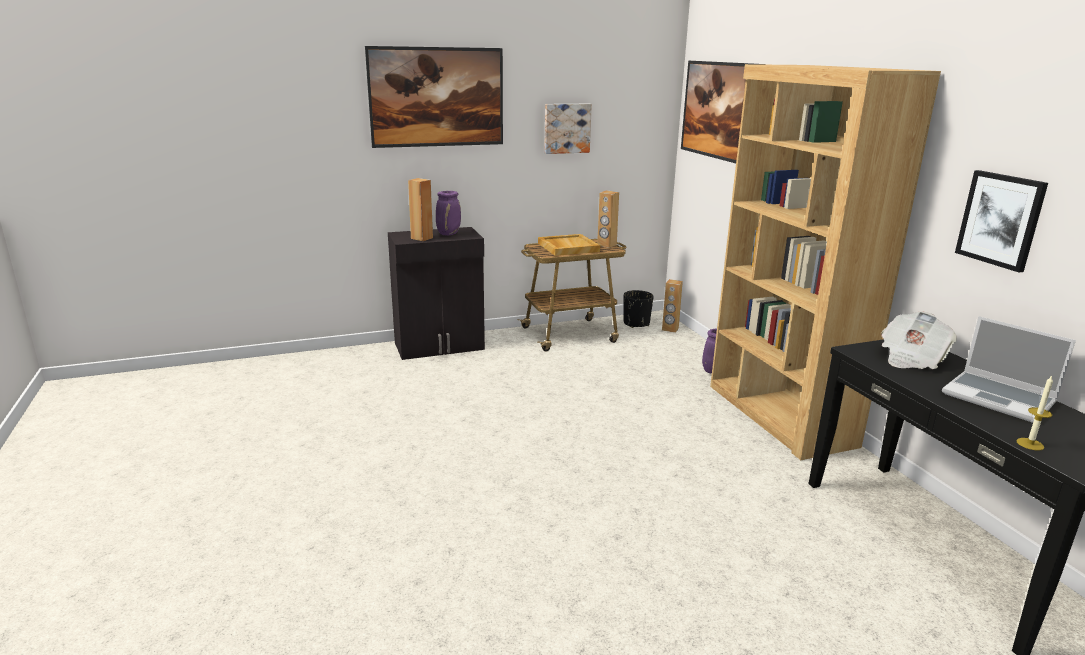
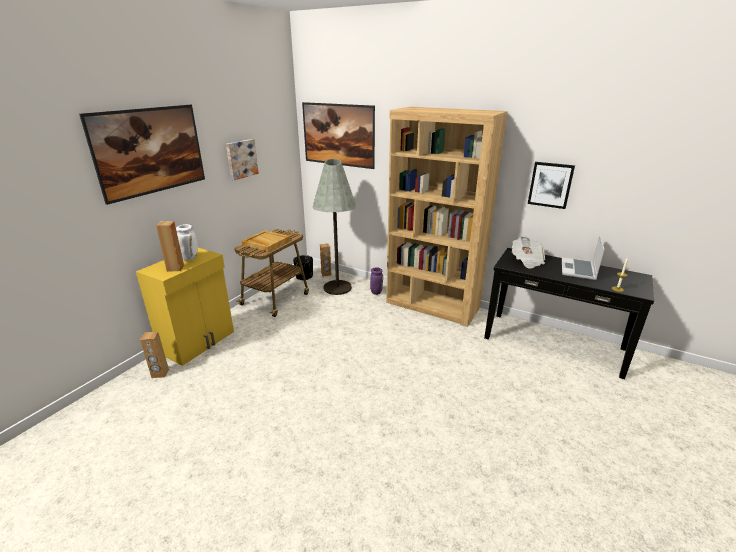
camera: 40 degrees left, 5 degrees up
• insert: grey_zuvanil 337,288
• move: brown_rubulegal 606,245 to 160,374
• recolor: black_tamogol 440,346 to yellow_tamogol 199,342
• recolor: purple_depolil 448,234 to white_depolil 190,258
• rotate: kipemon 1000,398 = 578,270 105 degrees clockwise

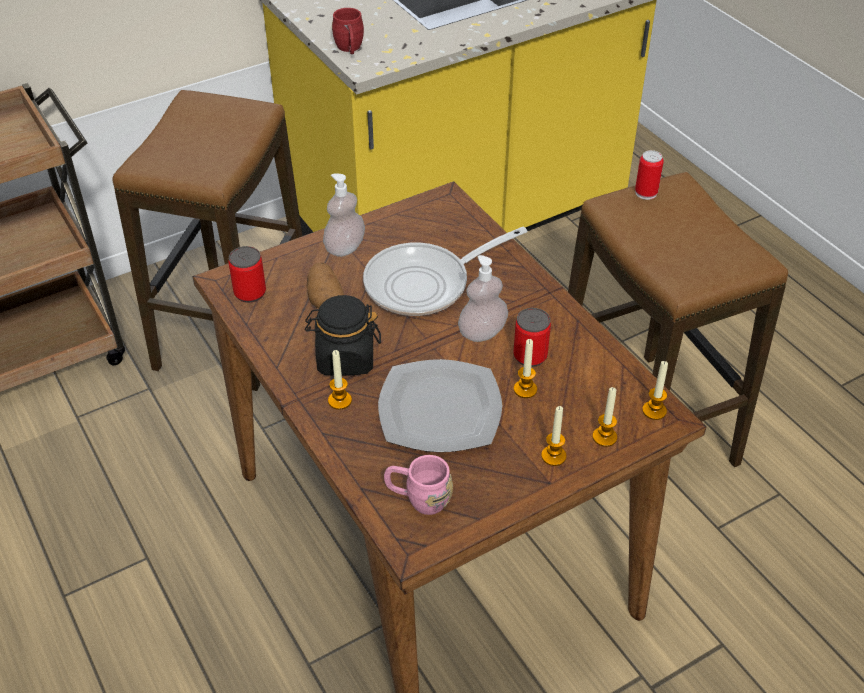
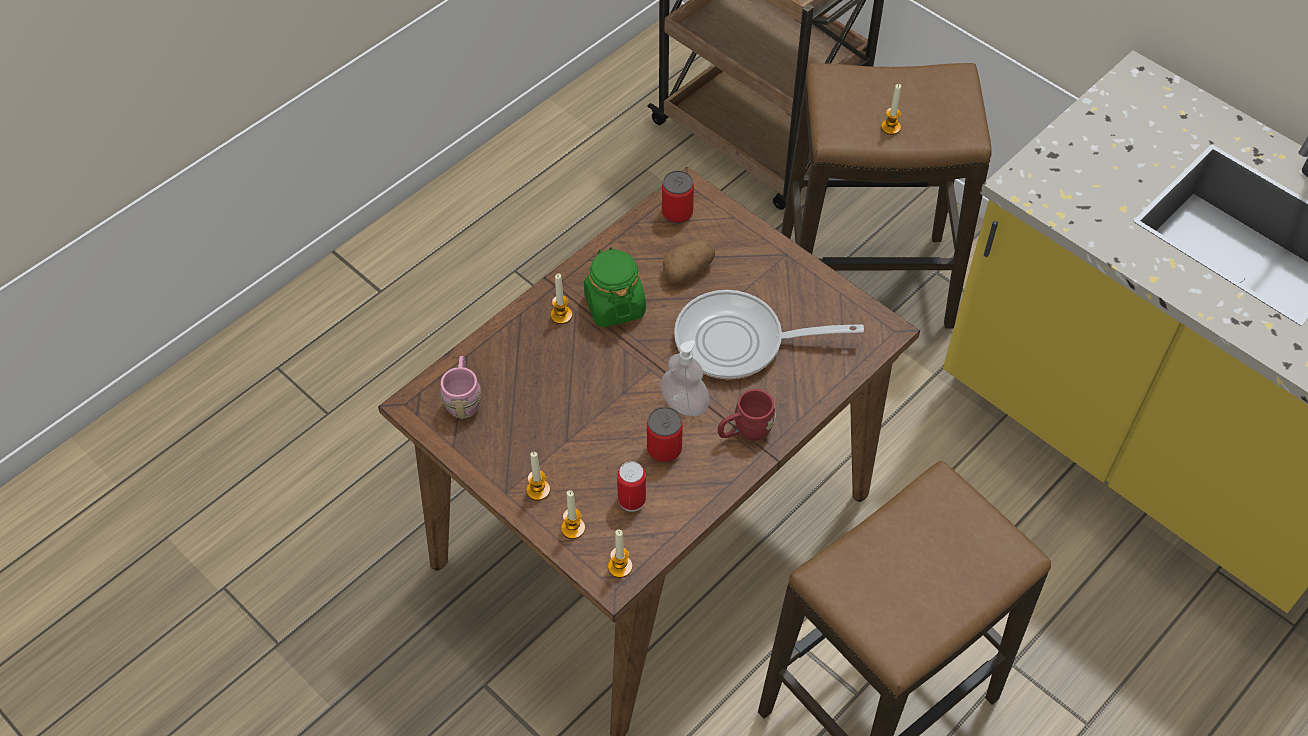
camera: 75 degrees right, 10 degrees up
• delete: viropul 345,248
• delete: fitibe 439,410
• move: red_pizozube 349,49 to 745,431
• move: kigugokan 525,389 to 890,127
• move: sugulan 646,193 to 632,500
• recolor: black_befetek 345,358 to green_befetek 614,305
• rotate: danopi 425,284 = 739,342 45 degrees counterclockwise

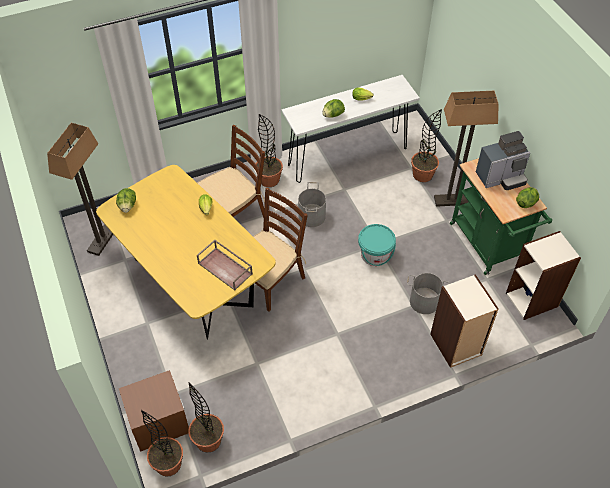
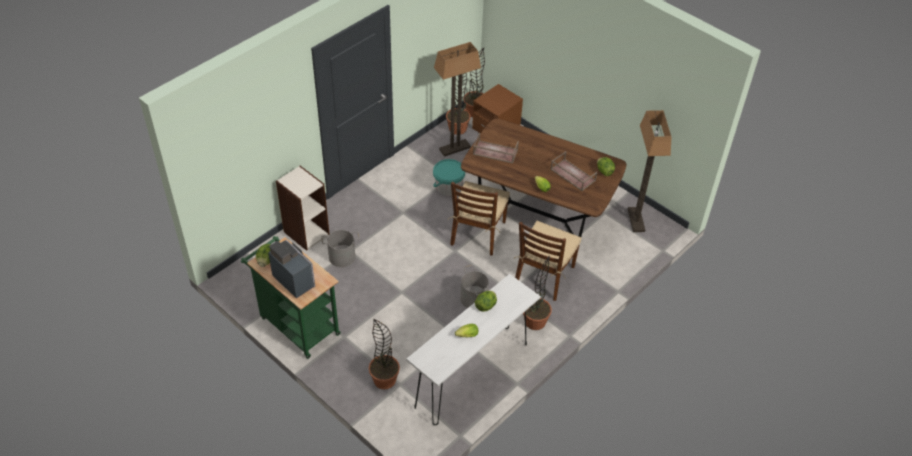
camera: 155 degrees right, 5 degrees down
• delete: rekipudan 532,300
• insert: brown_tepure 572,175
• move: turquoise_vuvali 375,255 to 448,187
• move: zuvanil 451,201 to 455,148
• recolor: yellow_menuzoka 193,283 to brown_menuzoka 537,213
• rotate: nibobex 501,177 = 294,279 90 degrees clockwise

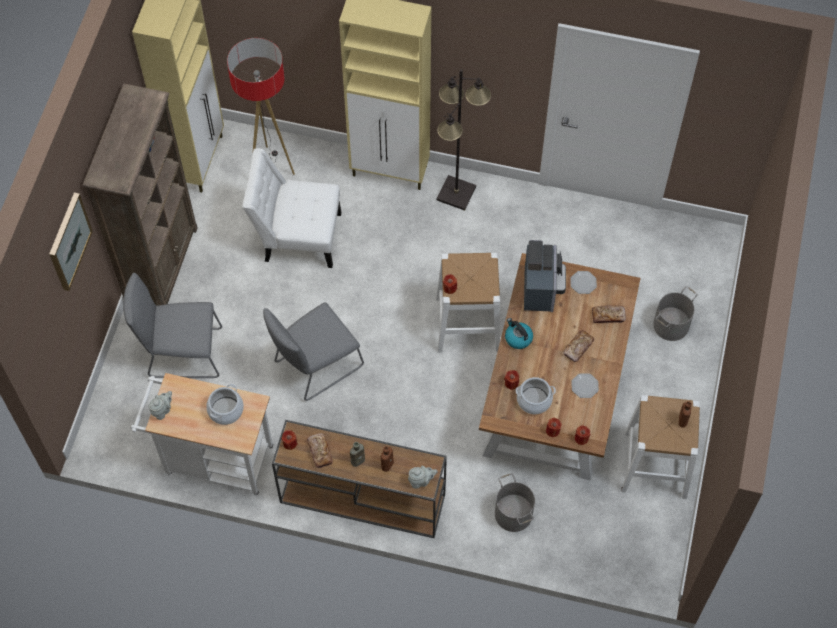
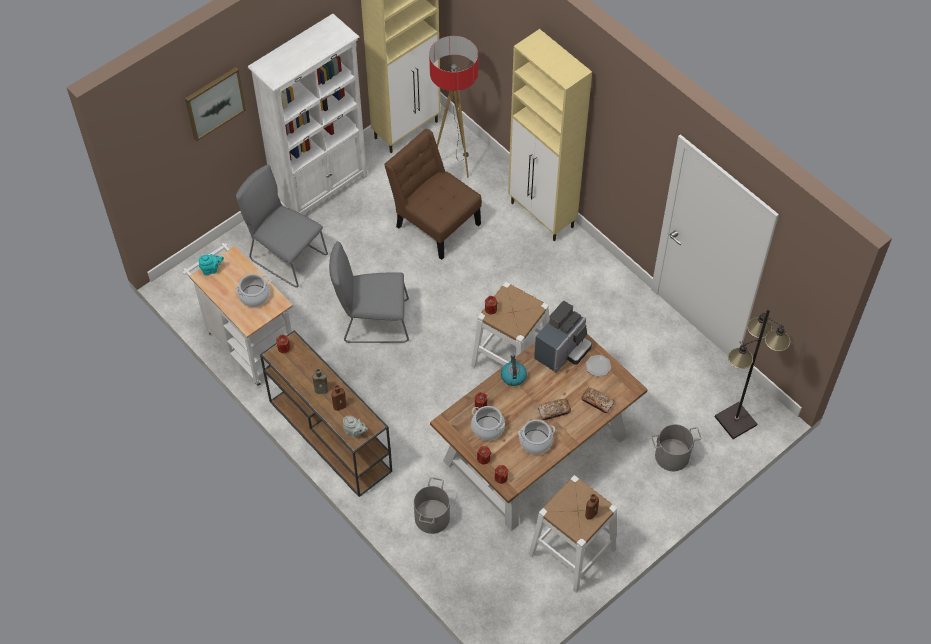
camera: 35 degrees right, 5 degrees down
• delete: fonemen 320,452
• move: black_zuvanil 456,194 to 735,421
• replace: fitibe 584,386 to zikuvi 535,441
• recolor: brown_rekipudan 163,266 to white_rekipudan 321,189
• recolor: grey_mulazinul 162,410 to turquoise_mulazinul 211,269
• recolor: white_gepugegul 297,236 to brown_gepugegul 435,222

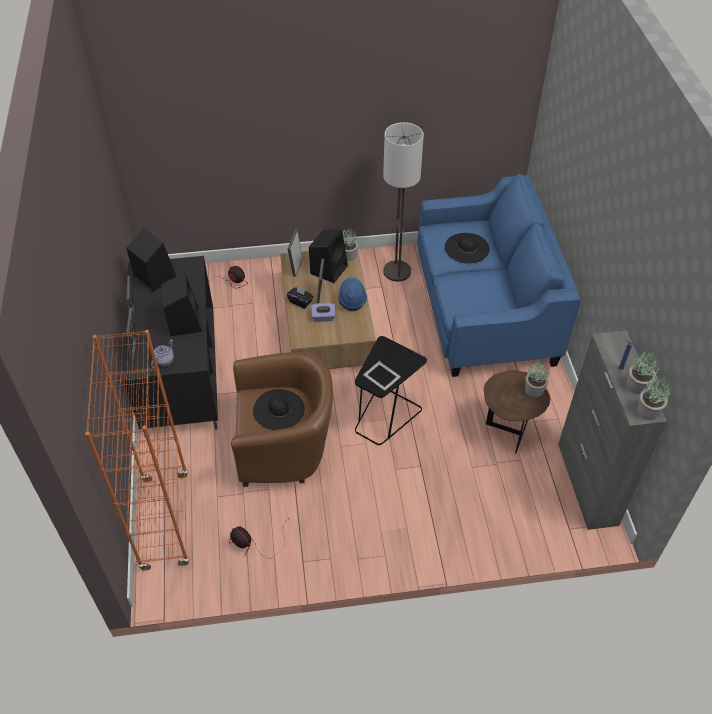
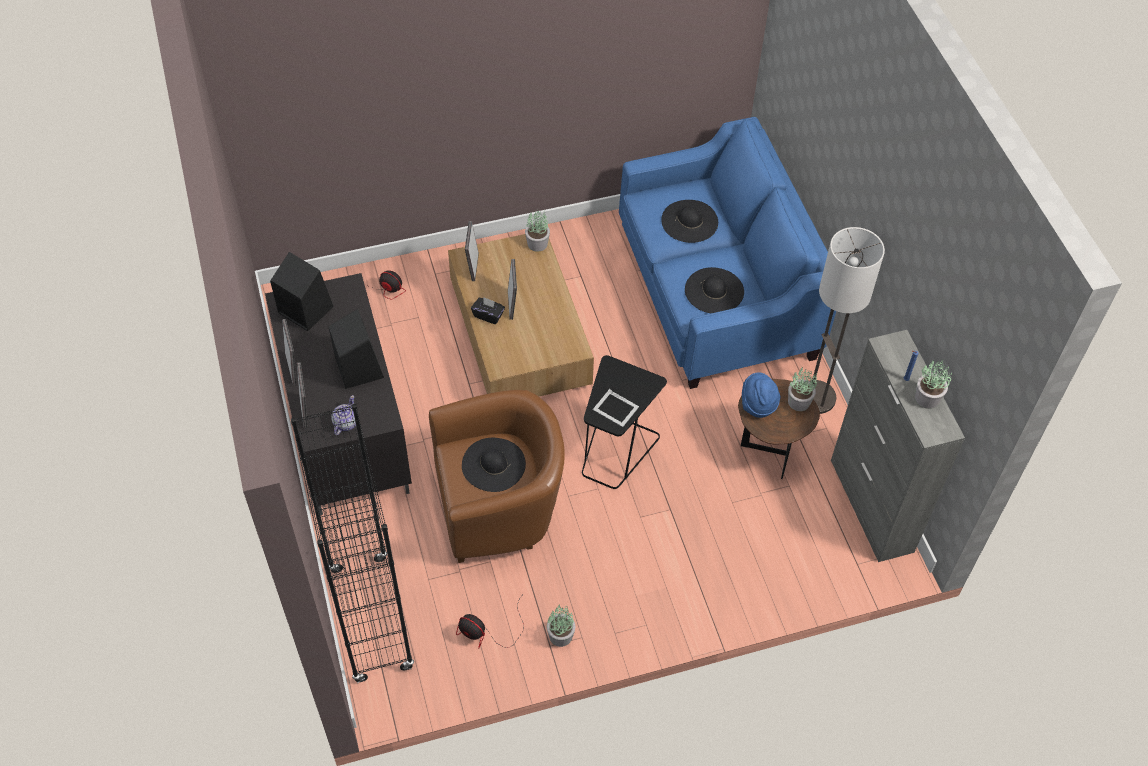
camera: 10 degrees left, 5 degrees up
• delete: black_rubulegal 329,269
• delete: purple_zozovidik 323,317
• insert: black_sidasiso 714,291
• move: blue_sidasiso 352,303 to 758,404
• move: zuvanil 397,271 to 816,398
• move: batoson 648,410 to 560,635
• recolor: orange_rekipudan 165,521 to black_rekipudan 371,618

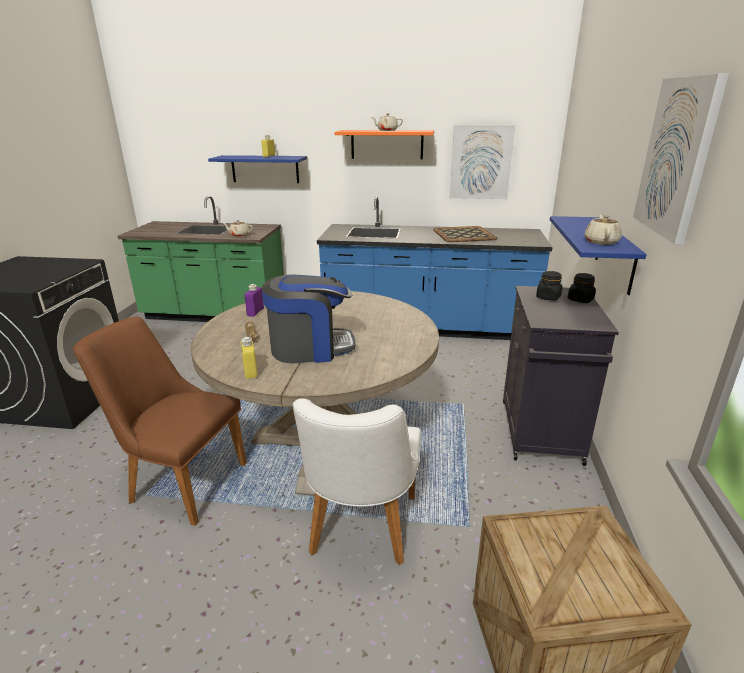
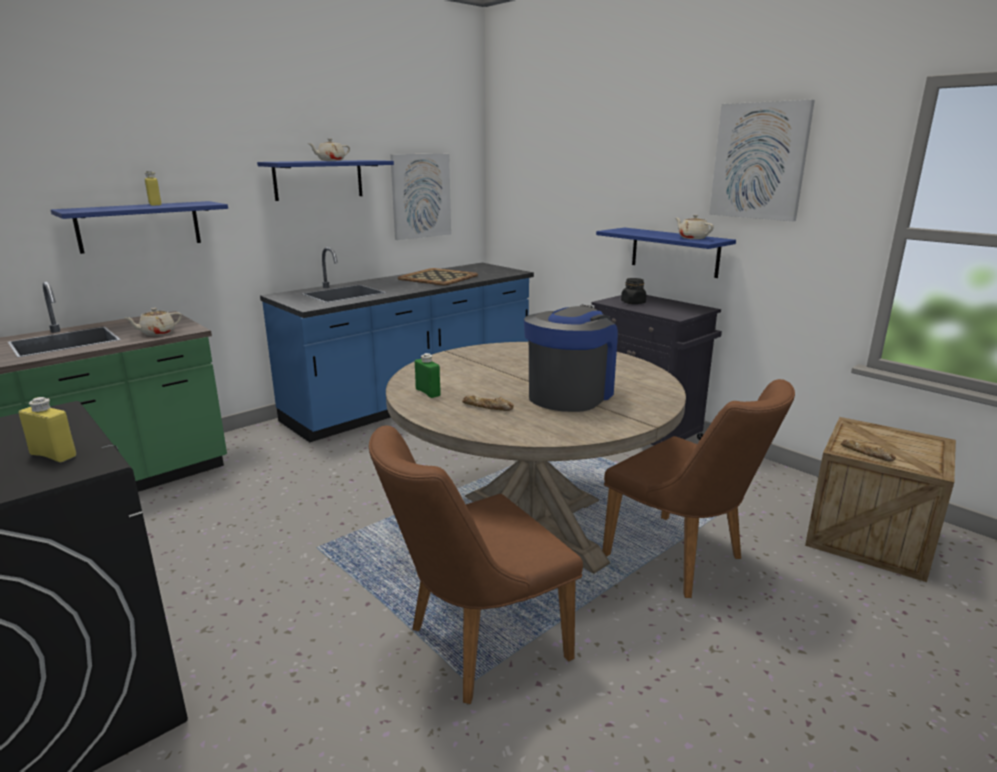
camera: 50 degrees left, 5 degrees down
• delete: black_befetek 580,300
• insert: fonemen 867,454
• move: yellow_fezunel 250,372 to 53,455
• recolor: purple_fezunel 255,312 to green_fezunel 428,392
• recolor: white_gepugegul 360,532 to brown_gepugegul 684,561
• recolor: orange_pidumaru 387,144 to blue_pidumaru 318,179

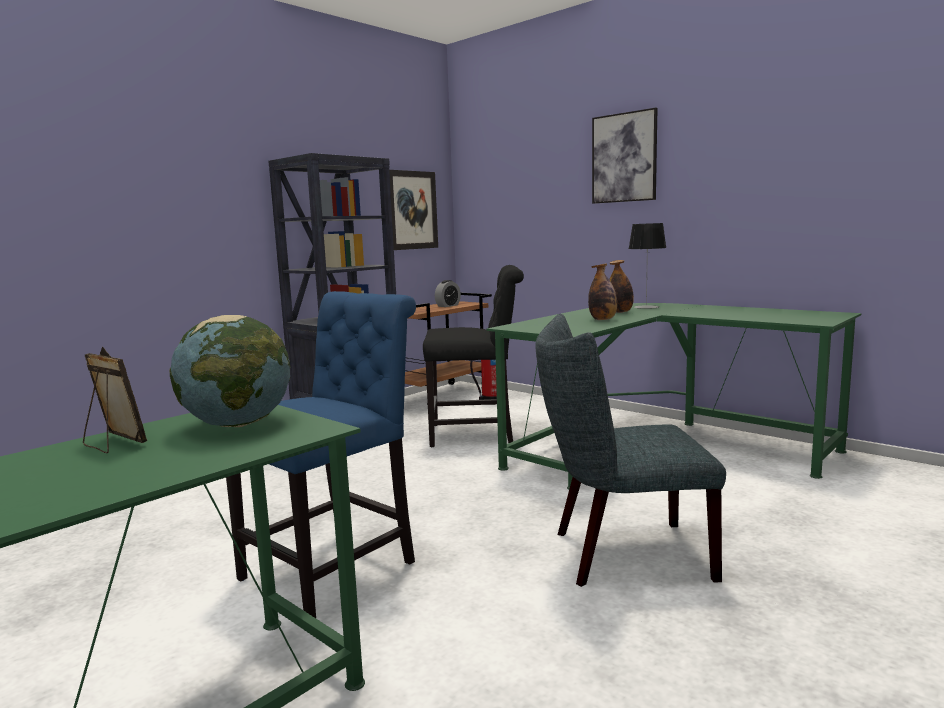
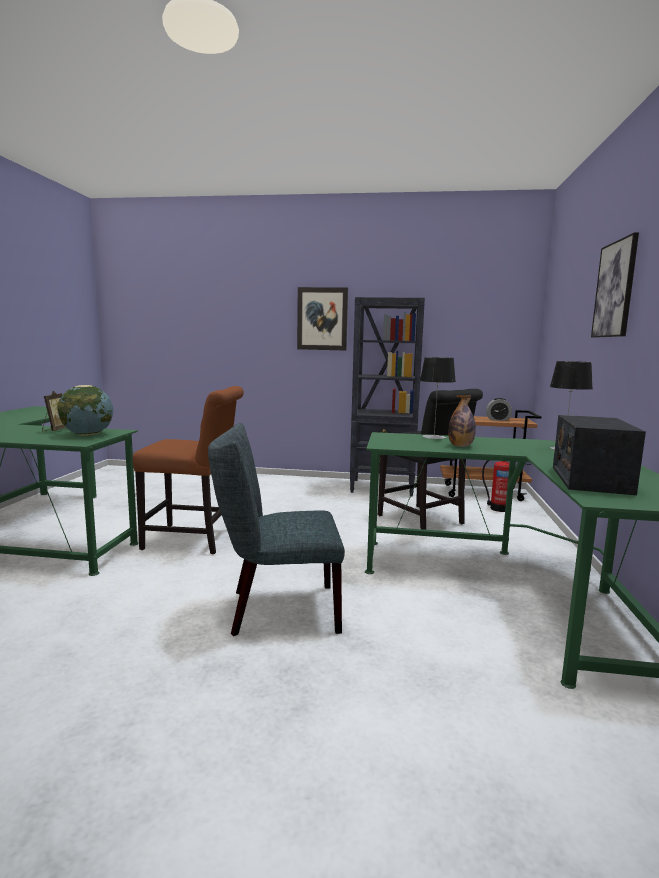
camera: 55 degrees right, 0 degrees up
• delete: fezunel 620,312
• insert: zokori 434,437
• insert: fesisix 590,479
• move: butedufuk 411,210 to 322,319
• recolor: blue_gepugegul 336,568 to brown_gepugegul 195,539
• rotate: grey_gepugegul 621,554 = 276,610 60 degrees counterclockwise

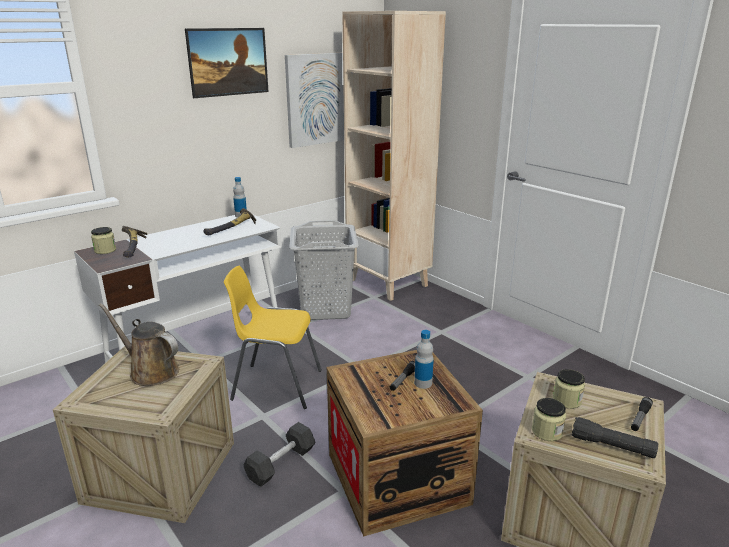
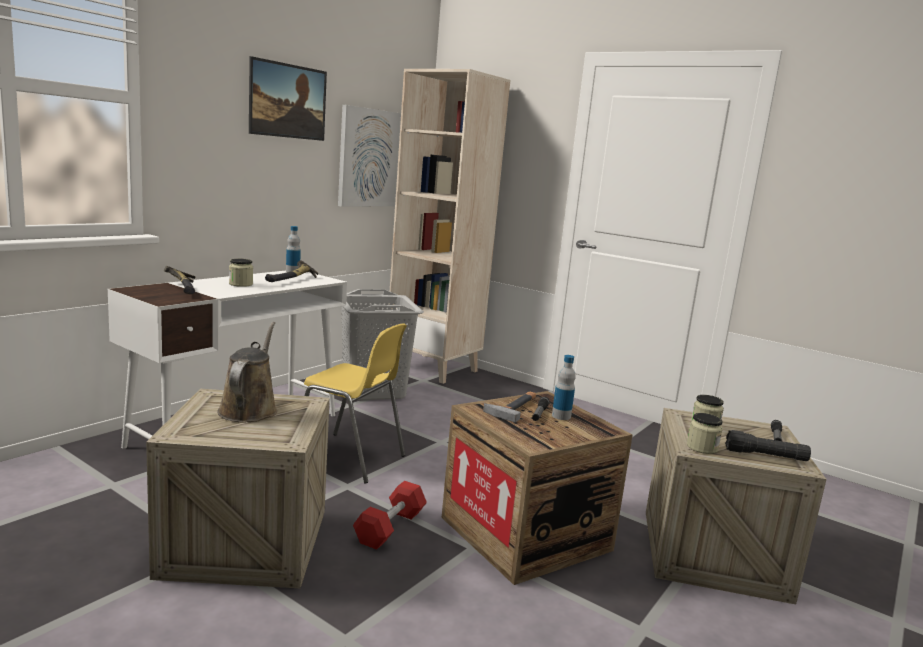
camera: 15 degrees left, 10 degrees down
• insert: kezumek 514,407
• move: befetek 105,250 to 241,284
• recolor: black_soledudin 281,463 to red_soledudin 390,527
• rotate: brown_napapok 150,371 = 249,409 75 degrees clockwise
• rotate: yellow_gepugegul 276,385 = 349,458 150 degrees counterclockwise

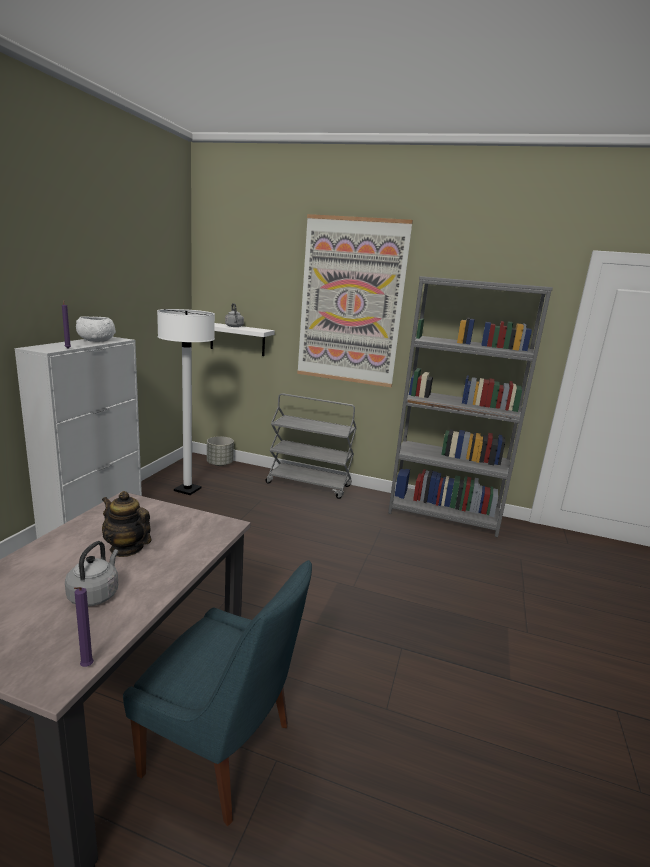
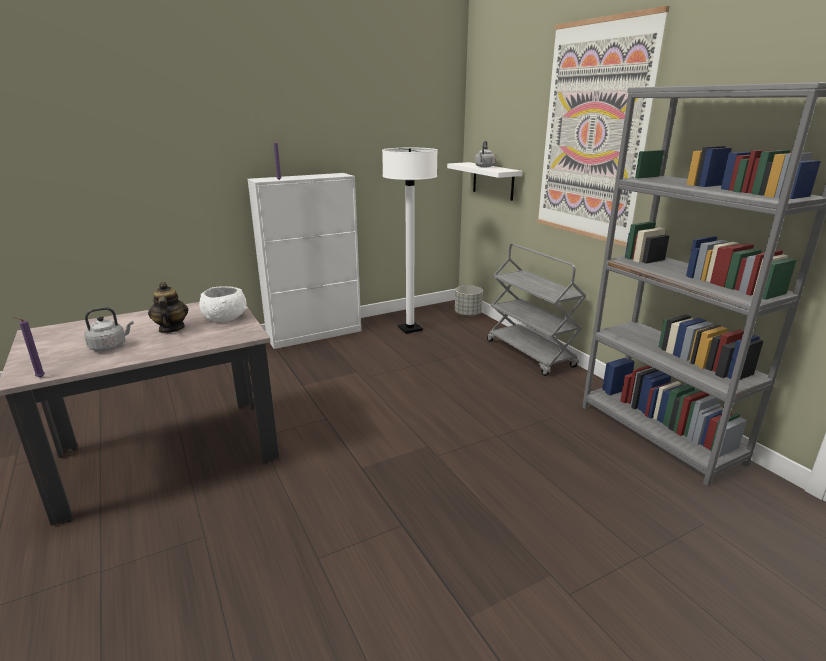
camera: 45 degrees right, 5 degrees up
• delete: blue_gepugegul 223,751
• move: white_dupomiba 96,340 to 225,317

